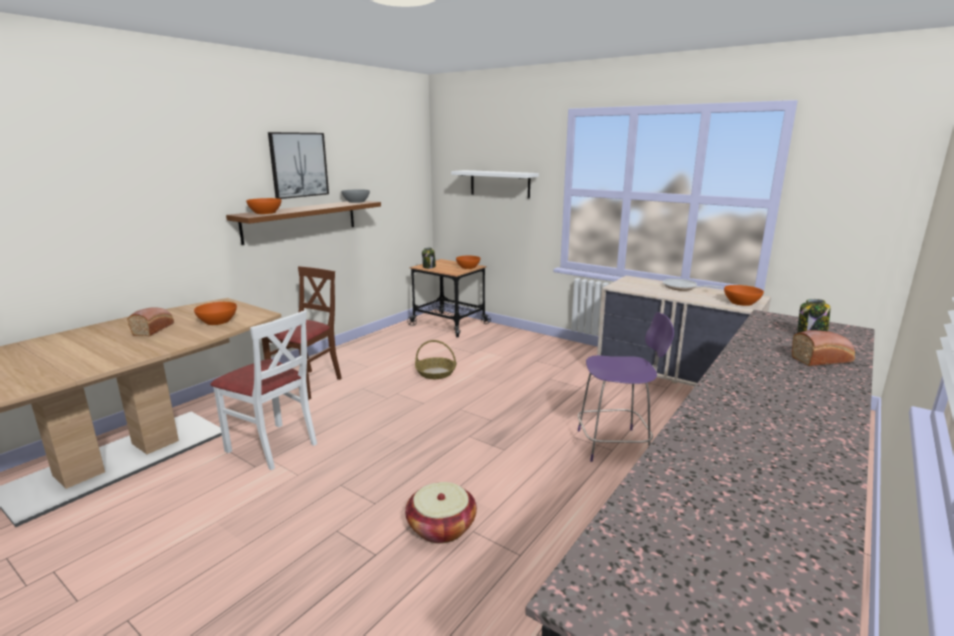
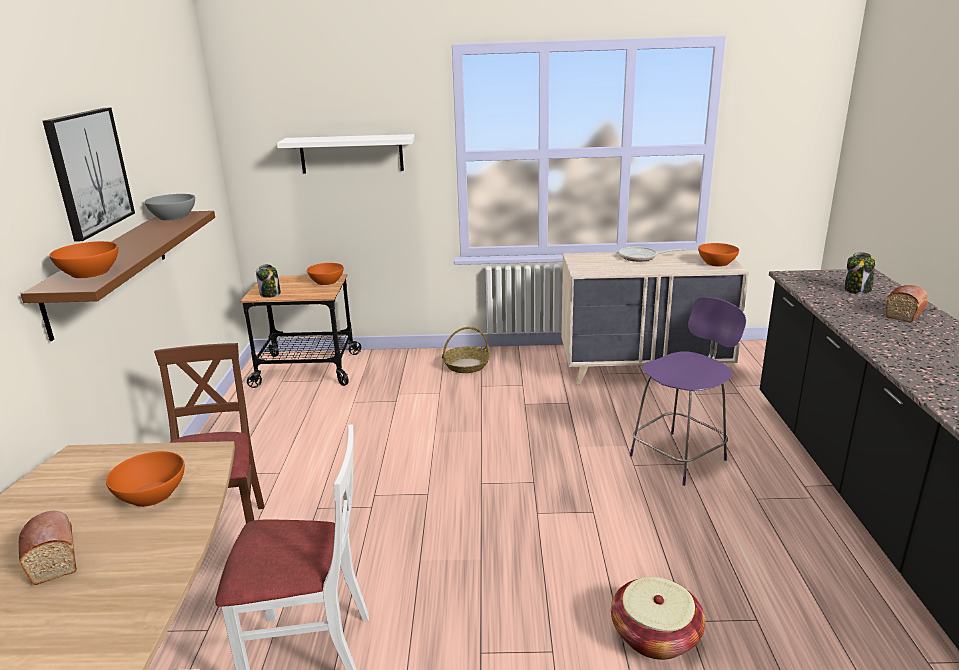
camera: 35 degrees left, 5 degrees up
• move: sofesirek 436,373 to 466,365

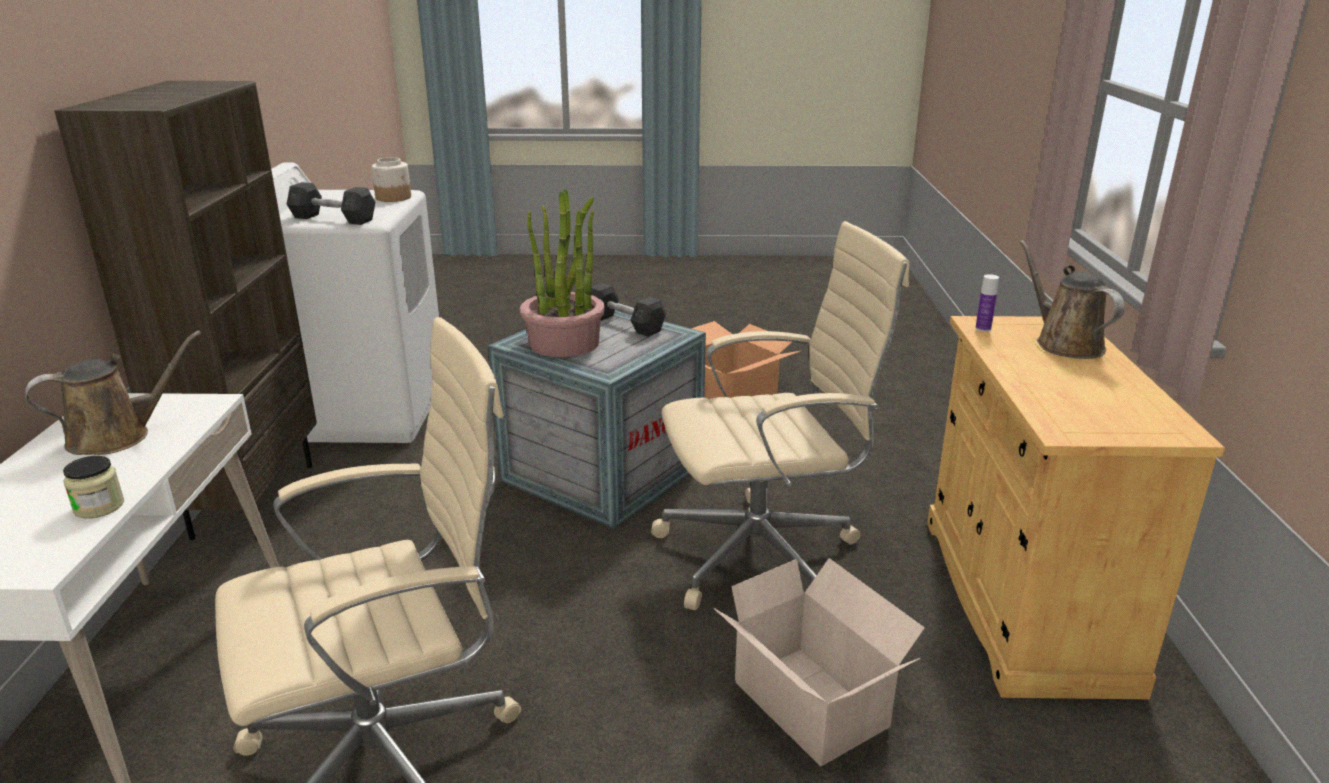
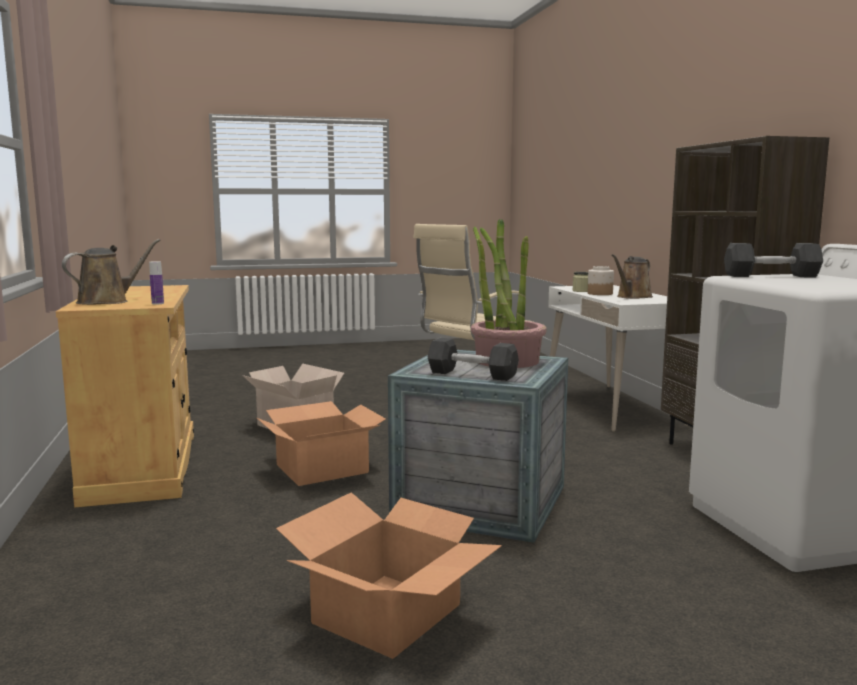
camera: 165 degrees right, 15 degrees down
• move: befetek 394,197 to 599,293
• replace: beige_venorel 764,555 to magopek 321,468
• rotate: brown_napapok 1064,343 = 107,301 105 degrees counterclockwise

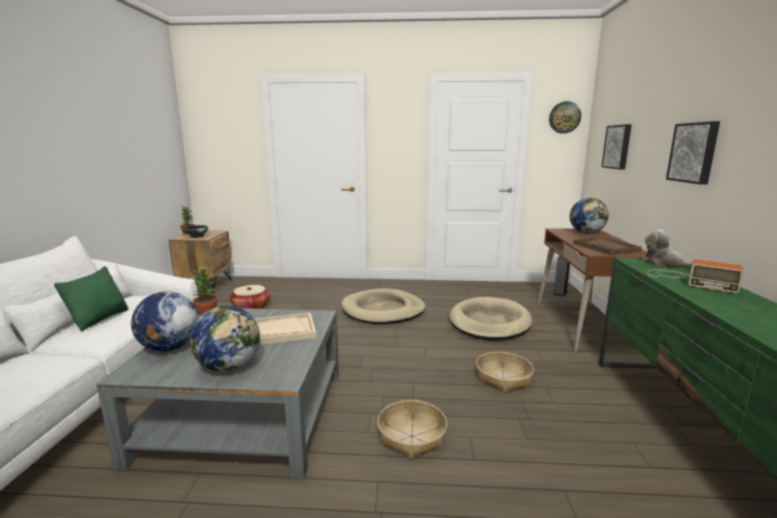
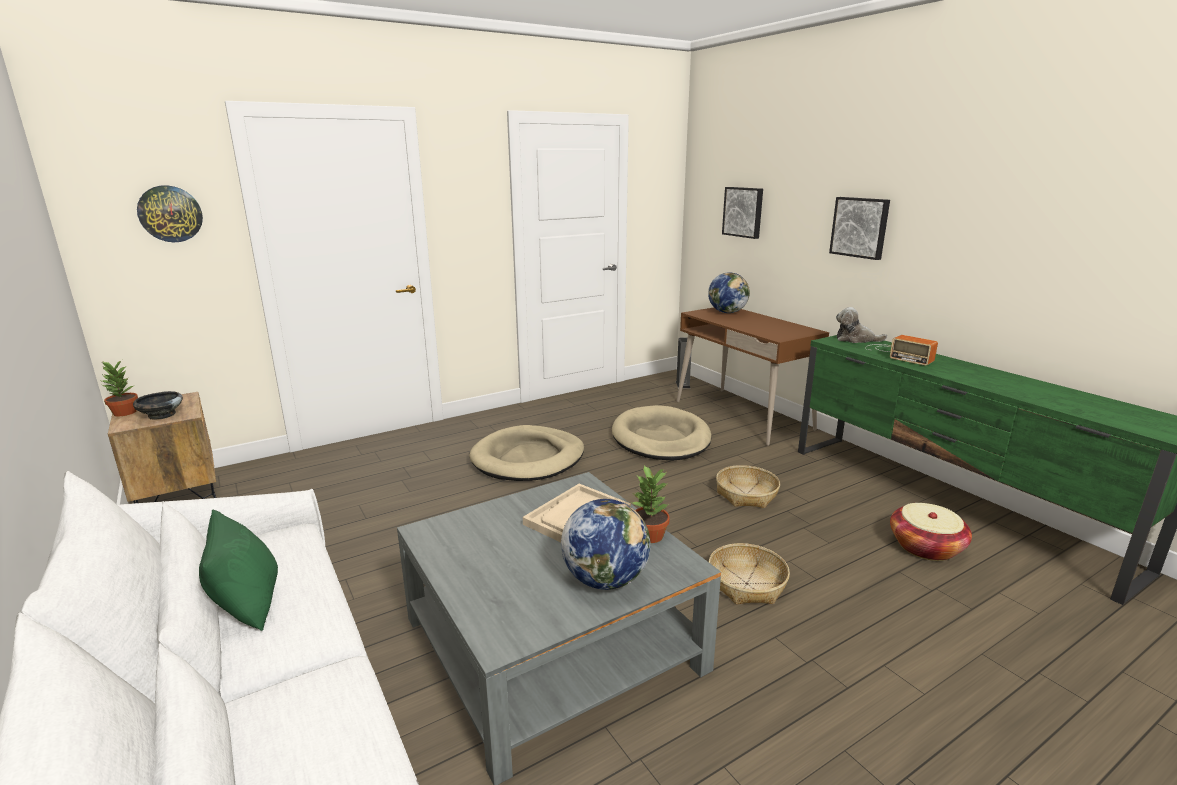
camera: 35 degrees left, 5 degrees up
• delete: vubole 169,348
• delete: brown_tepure 606,247
• move: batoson 206,312 to 650,536
• move: sofesirek 251,307 to 925,547
• move: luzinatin 564,117 to 170,214
• rotate: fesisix 687,280 = 897,354 45 degrees clockwise

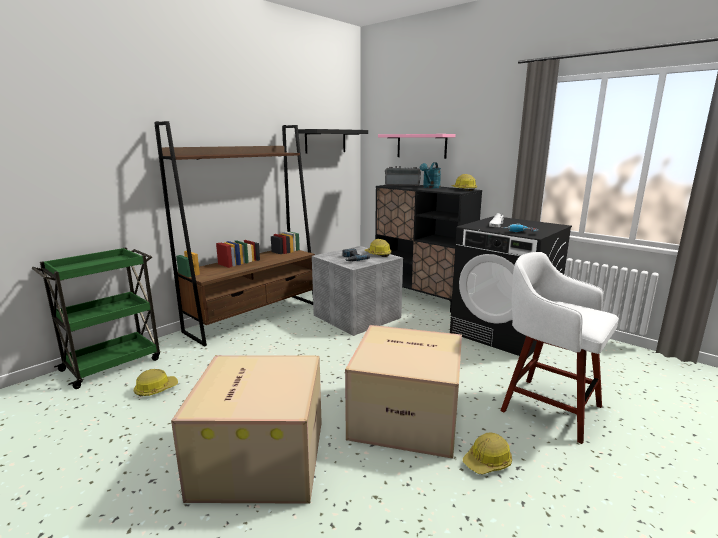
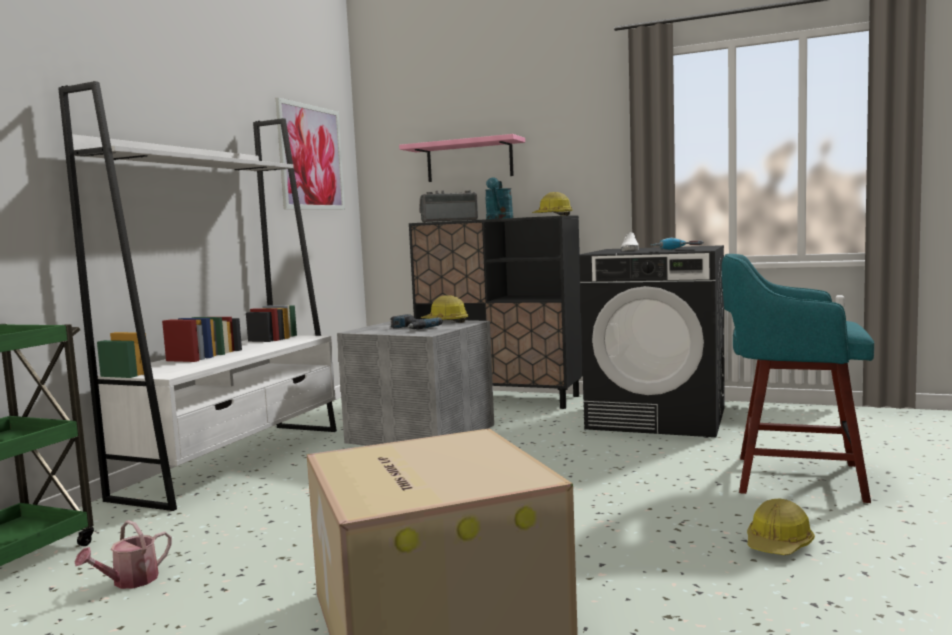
camera: 20 degrees left, 10 degrees down
• delete: magopek 407,416
• replace: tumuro 156,389 to napapok 130,582
• replace: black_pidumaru 325,141 to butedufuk 311,157
• recolor: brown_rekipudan 254,317 to white_rekipudan 236,461
• recolor: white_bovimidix 547,407 to turquoise_bovimidix 793,478

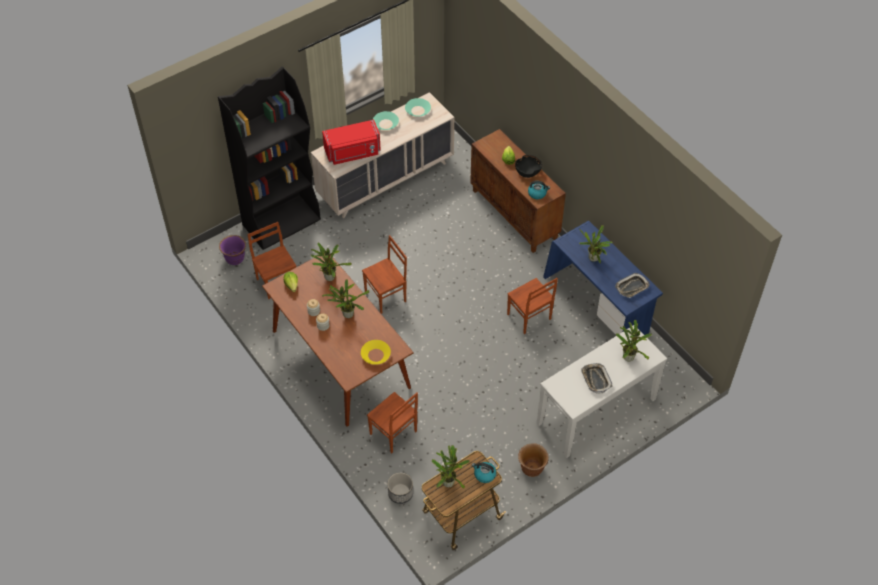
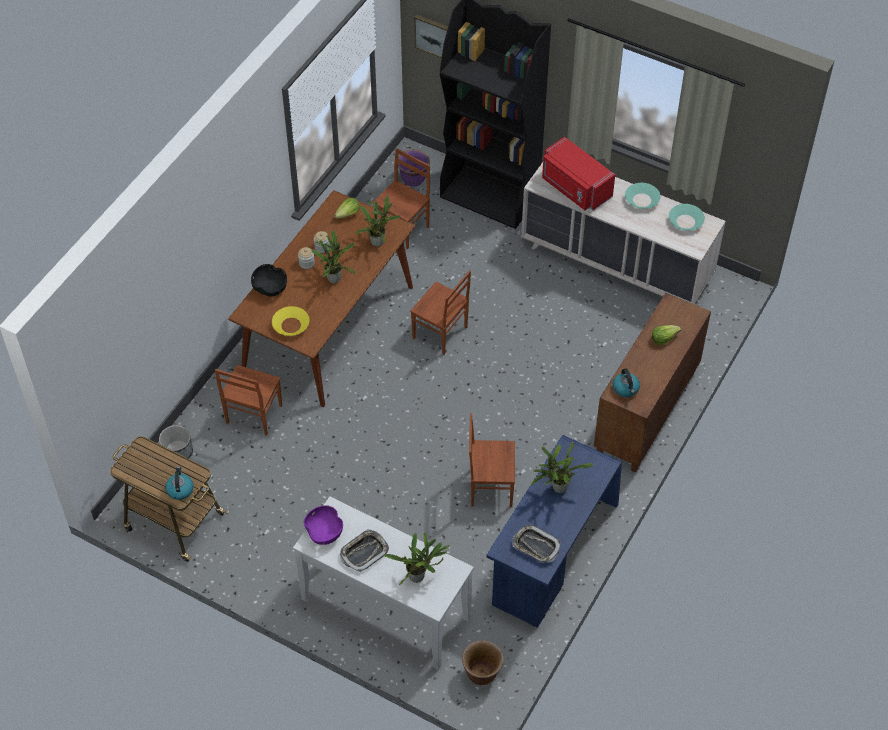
camera: 65 degrees right, 0 degrees up
• delete: batoson 449,481
• insert: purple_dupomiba 324,532
• insert: butedufuk 434,36
• move: black_dupomiba 527,172 to 270,288
• move: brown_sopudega 531,468 to 481,674
• rotate: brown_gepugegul 529,317 = 490,486 60 degrees clockwise

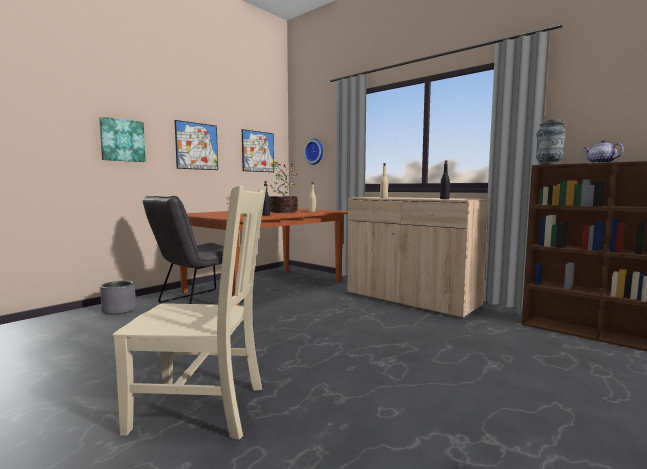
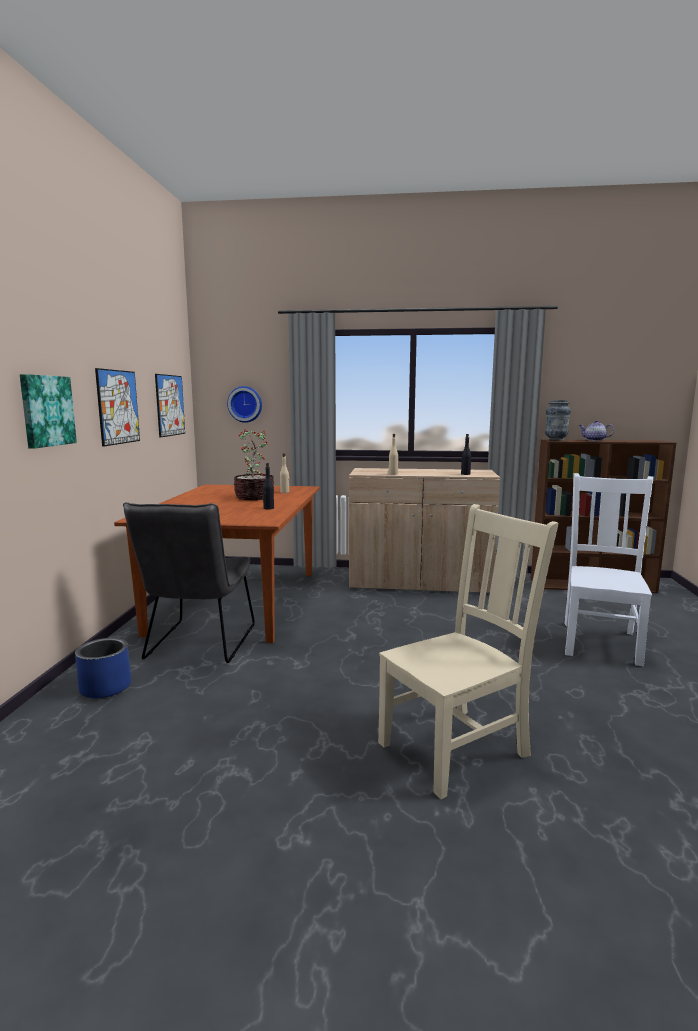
camera: 35 degrees left, 5 degrees up
• insert: white_gepugegul 600,641
• recolor: grey_sopudega 119,310 to blue_sopudega 105,687

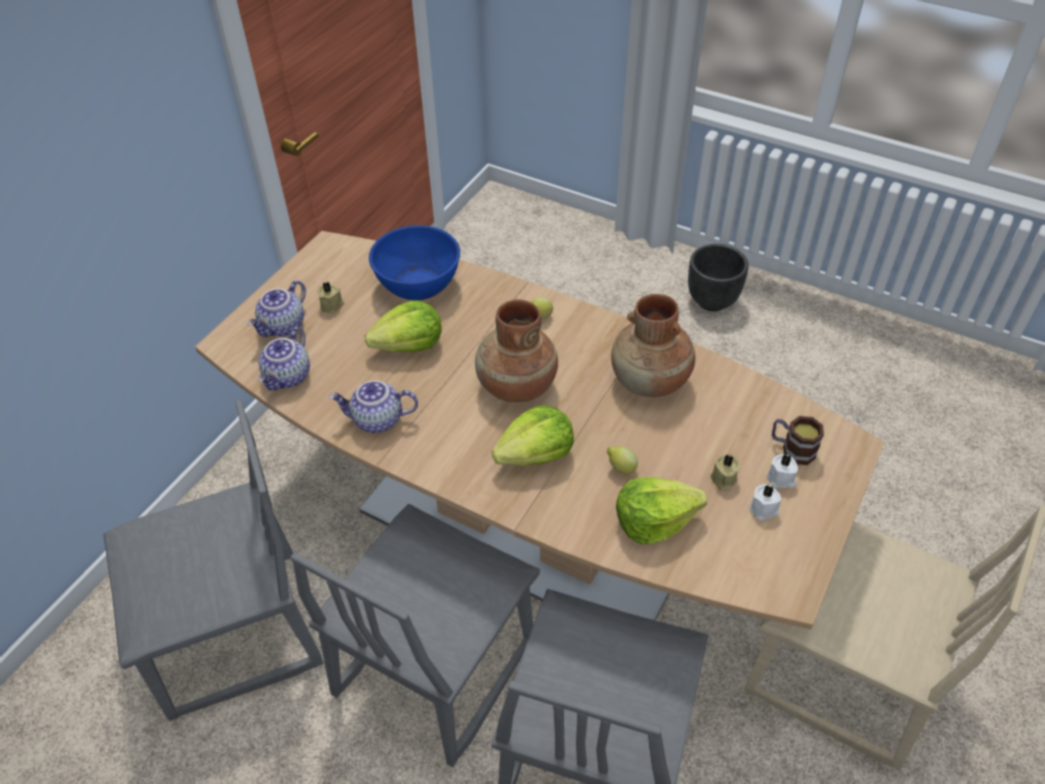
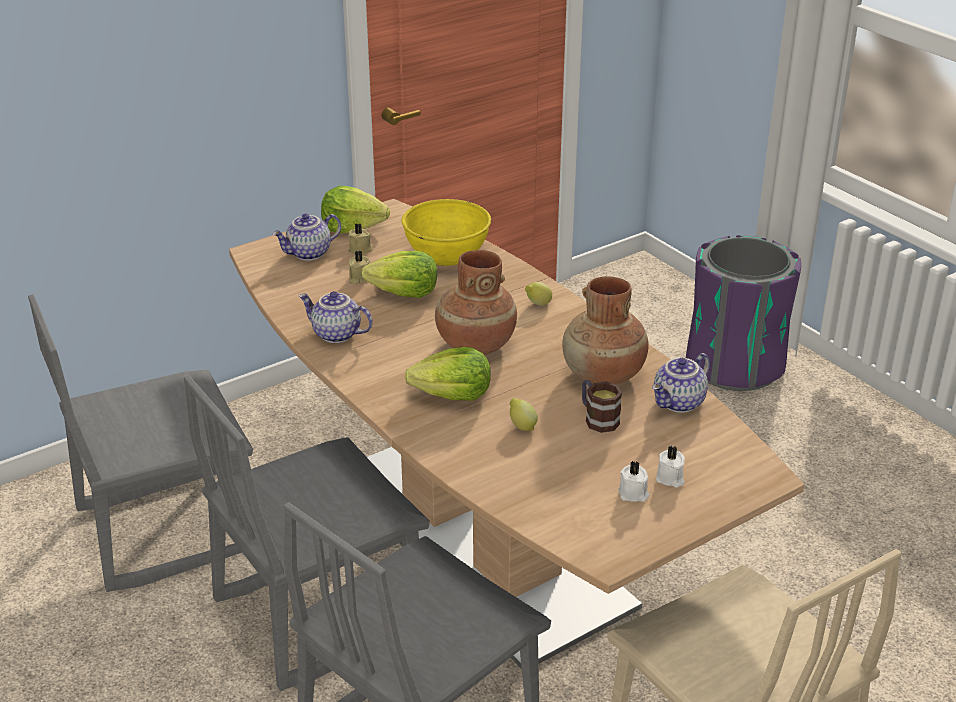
camera: 25 degrees right, 15 degrees down
• delete: black_sopudega 712,301
• insert: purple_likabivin 734,365
• move: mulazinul 289,377 to 679,403
• move: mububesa 654,521 to 353,226
• move: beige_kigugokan 723,480 to 358,278
• move: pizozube 792,449 to 597,418
• recolor: blue_dupomiba 418,284 to yellow_dupomiba 446,254
• rotate: grey_gepugegul 235,635 = 165,528 150 degrees clockwise

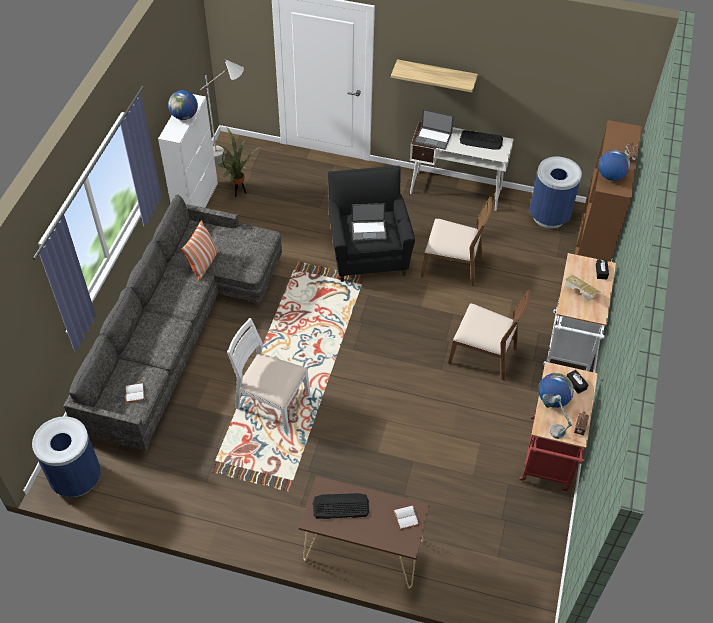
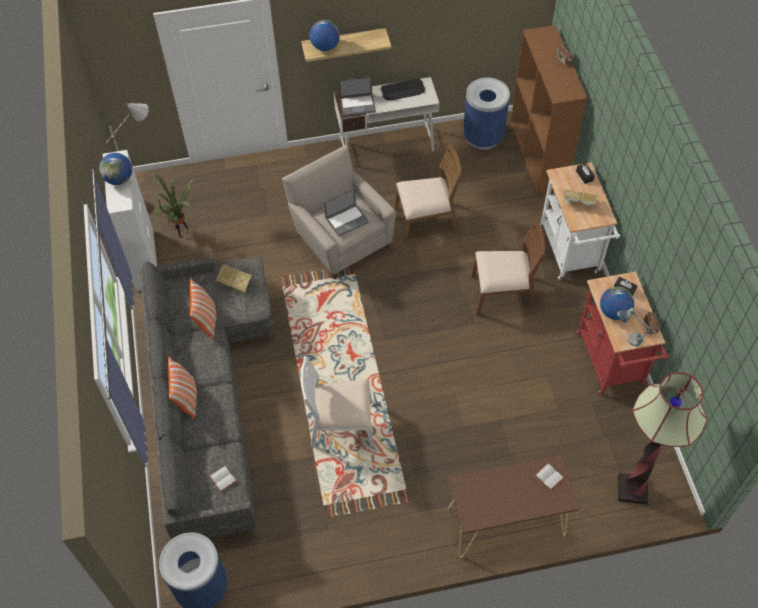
camera: 25 degrees left, 5 degrees up
• delete: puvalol 340,506
• insert: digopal 187,398
• insert: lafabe 235,282
• insert: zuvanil 632,489
• move: vubole 610,176 to 325,46
• recolor: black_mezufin 368,250 to beige_mezufin 340,238

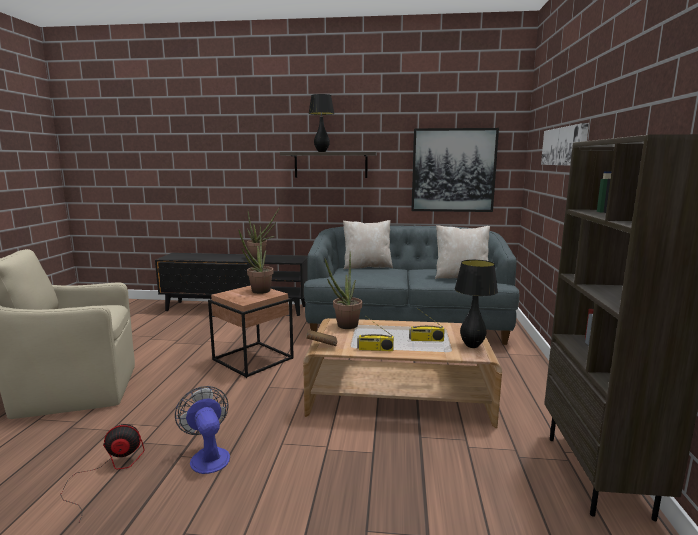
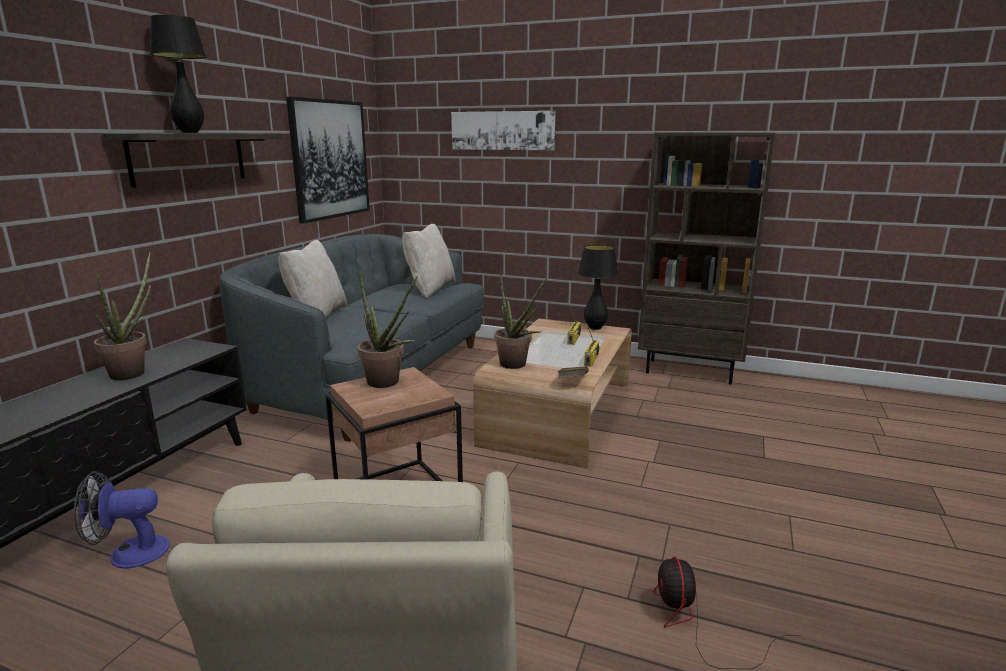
camera: 75 degrees left, 5 degrees up
• move: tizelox 208,456 to 129,553

